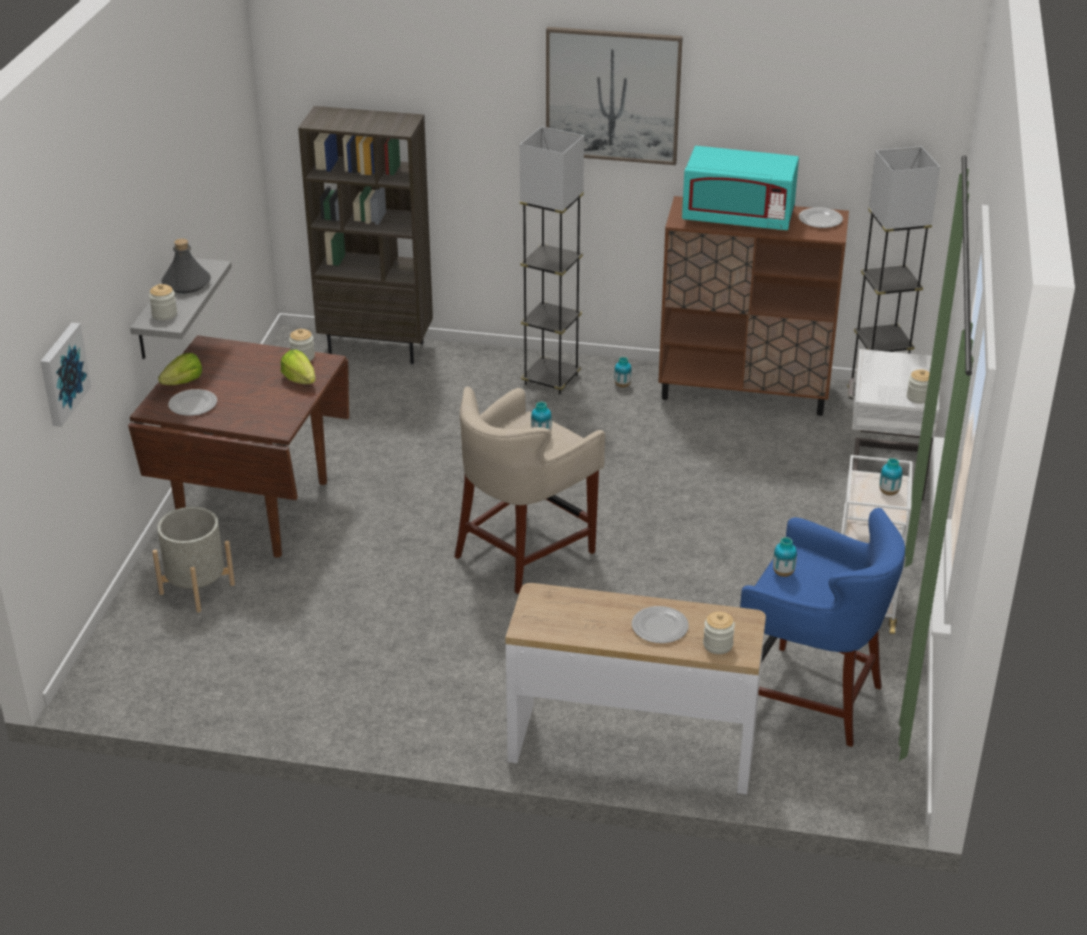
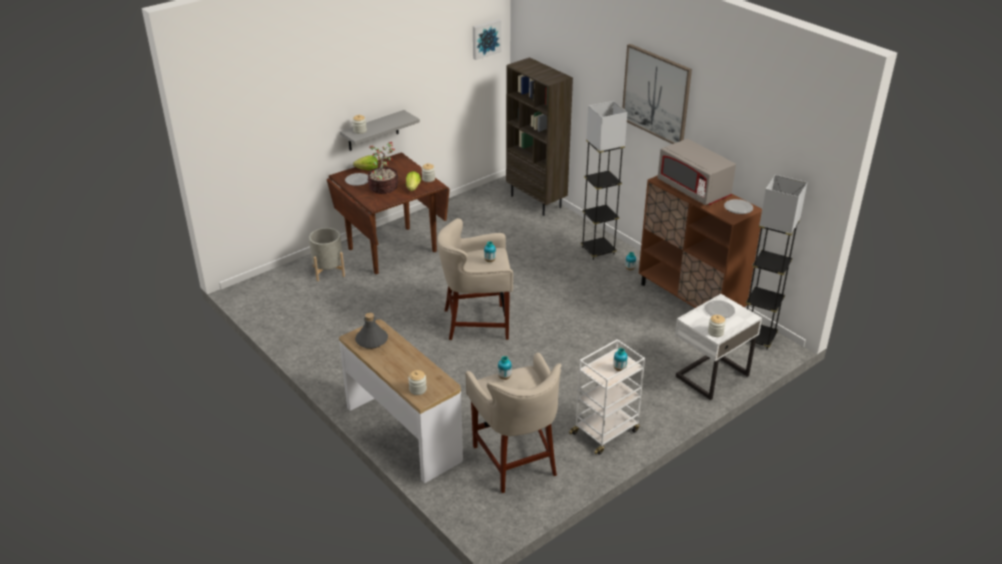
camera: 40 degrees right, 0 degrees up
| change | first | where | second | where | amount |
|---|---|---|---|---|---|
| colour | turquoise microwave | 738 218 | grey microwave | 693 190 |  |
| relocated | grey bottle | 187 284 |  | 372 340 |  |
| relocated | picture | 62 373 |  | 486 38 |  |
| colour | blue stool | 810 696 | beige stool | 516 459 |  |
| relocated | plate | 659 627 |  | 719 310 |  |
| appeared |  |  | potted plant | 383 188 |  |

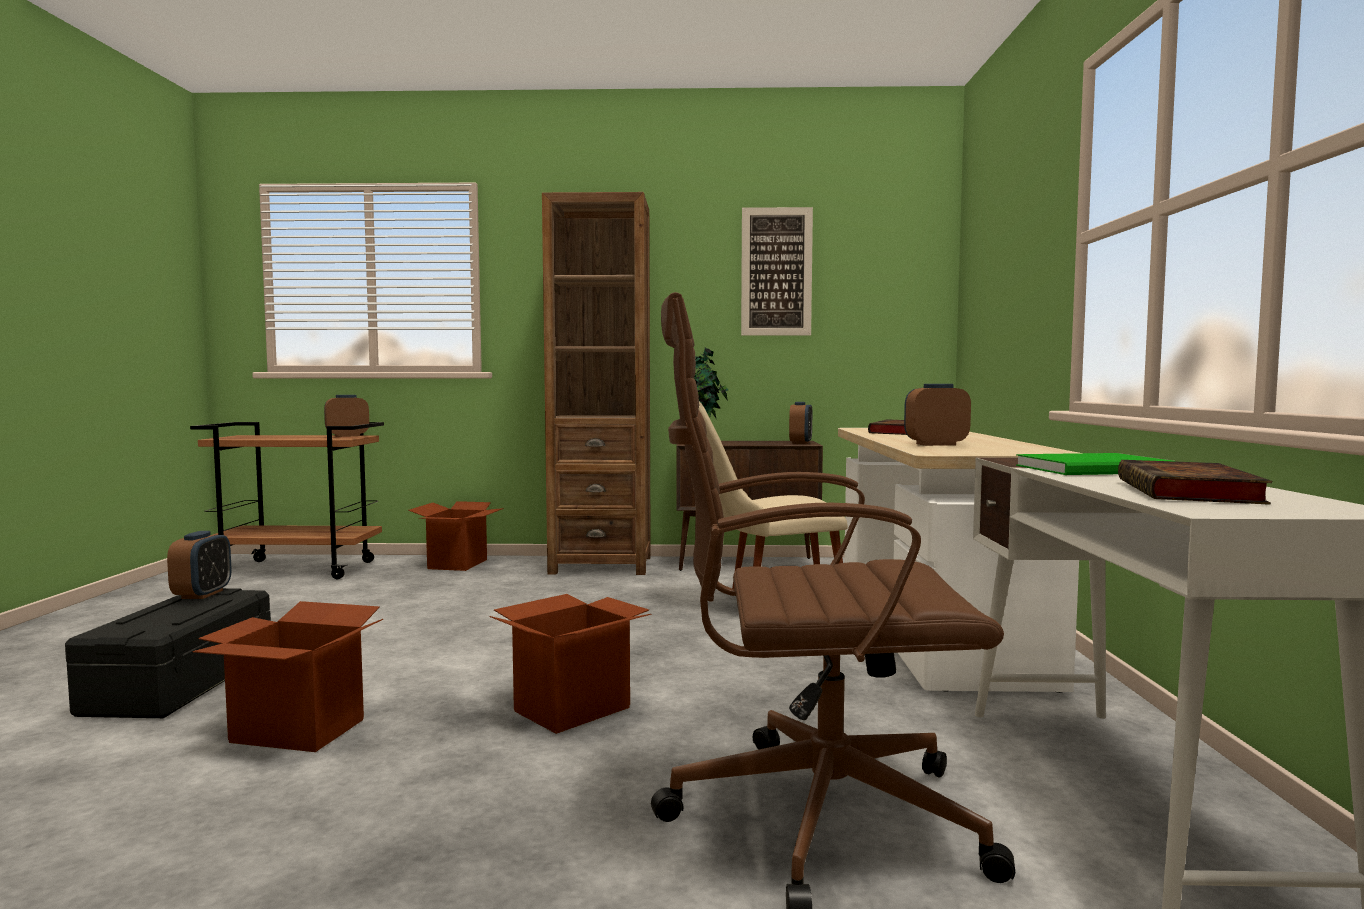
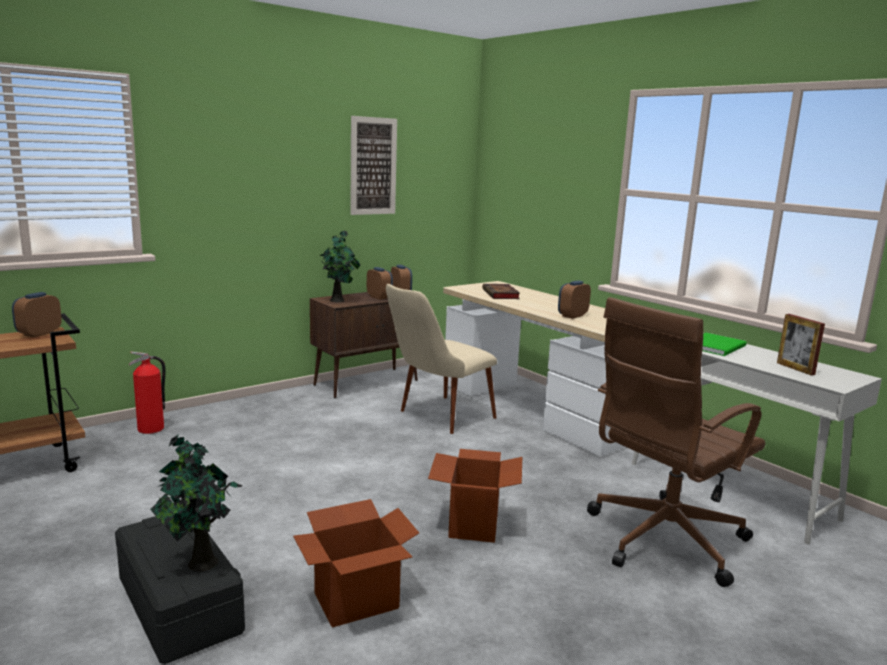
camera: 40 degrees left, 10 degrees up
| change | first | where | second | where | amount |
|---|---|---|---|---|---|
| missing | brown bookcase | 601 565 |  |  |  |
| exchanged | book | 1190 493 | picture frame | 795 368 |  |
| exchanged | cardboard box | 457 564 | fire extinguisher | 151 429 |  |
| relocated | alarm clock | 202 594 |  | 379 297 |  |
| appeared |  |  | potted plant | 200 564 |  |

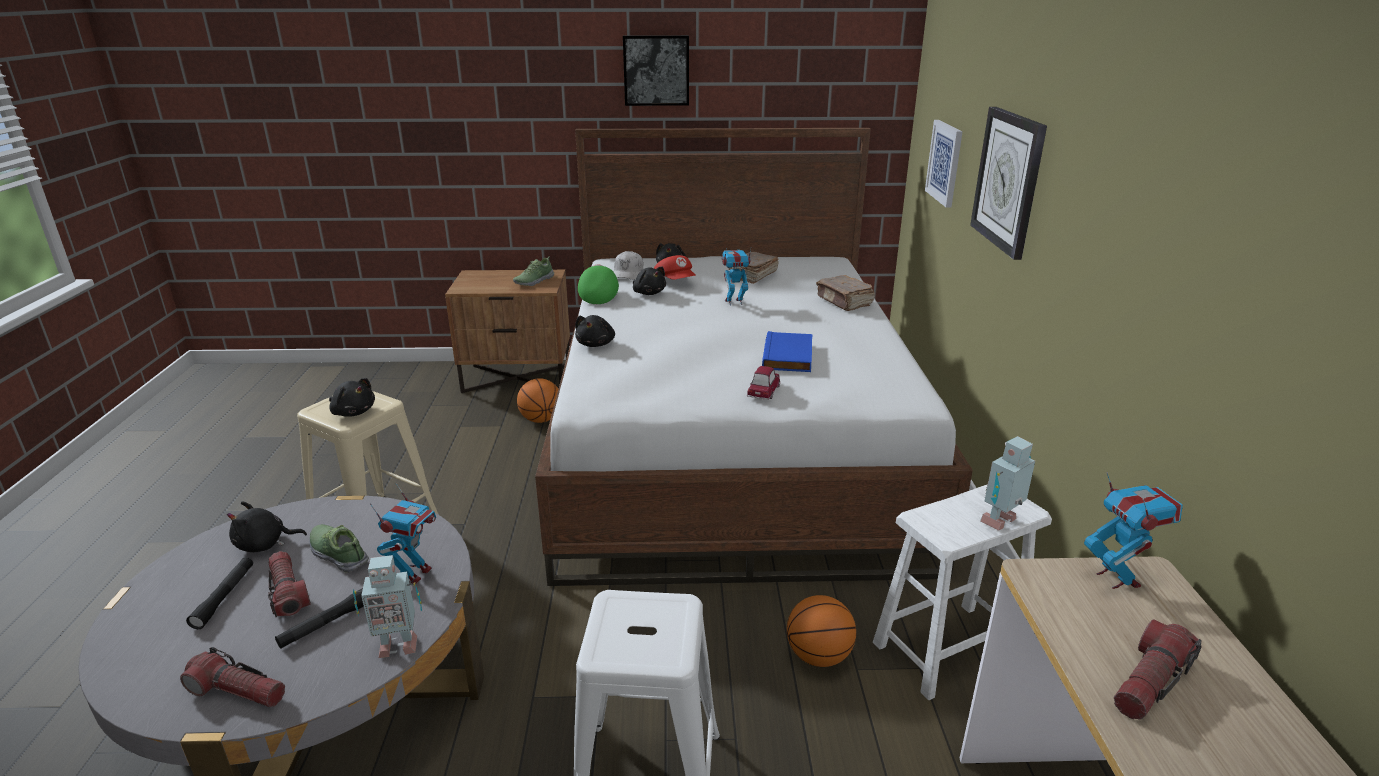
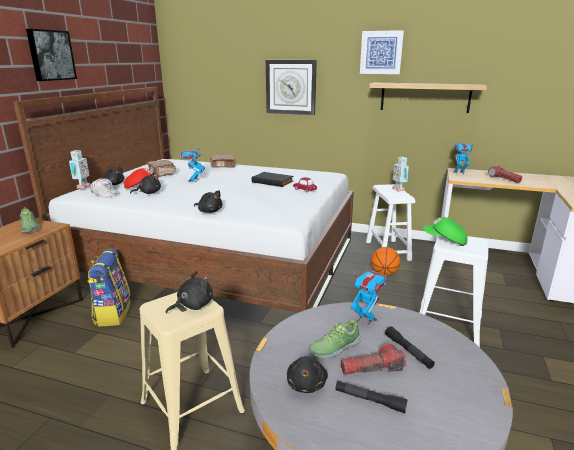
camera: 70 degrees left, 5 degrees down
| change | first | where | second | where | amount |
|---|---|---|---|---|---|
| relocated | picture | 945 162 |  | 381 52 |  |
| relocated | green cap | 598 295 |  | 445 240 |  |
| colour | blue book | 789 356 | black book | 273 181 |  |
| exchanged | basketball | 541 419 | backpack | 112 314 |  |
| relocated | toy robot | 397 645 |  | 82 187 |  |
| missing | flashlight | 238 691 |  |  |  |
| appeared |  |  | shelf | 425 97 |  |

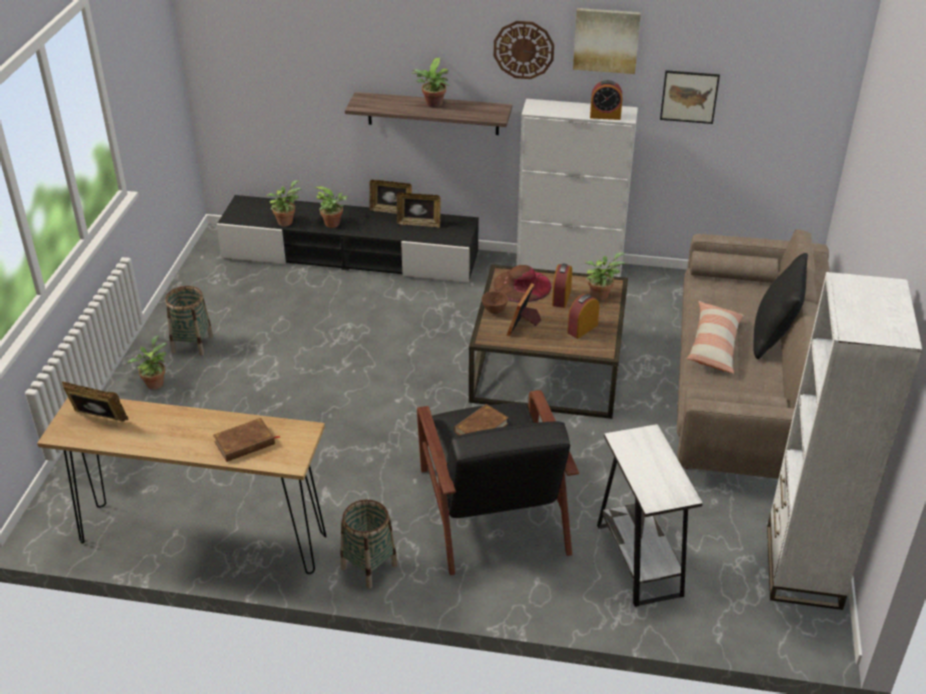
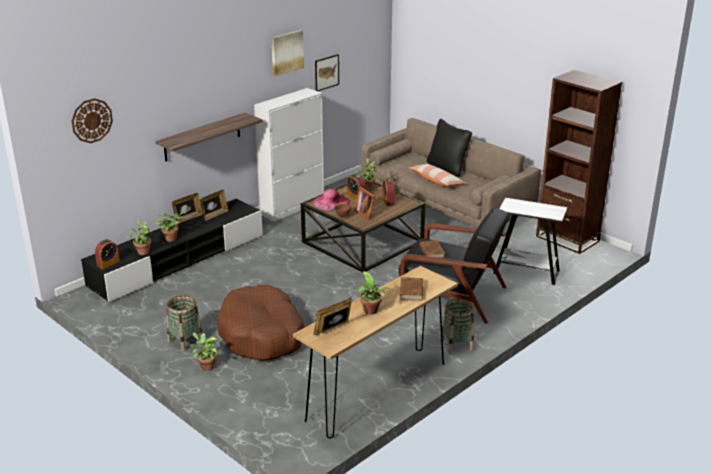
camera: 55 degrees left, 10 degrees down
| change | first | where | second | where | amount |
|---|---|---|---|---|---|
| relocated | wall clock | 523 49 |  | 91 120 |  |
| relocated | potted plant | 433 105 |  | 371 312 |  |
| relocated | alarm clock | 605 116 |  | 108 264 |  |
| colour | brown hat | 522 285 | pink hat | 331 202 |  |
| colour | white bookcase | 803 566 | brown bookcase | 567 239 |  |
| appeared |  |  | brown dog bed | 262 335 |  |

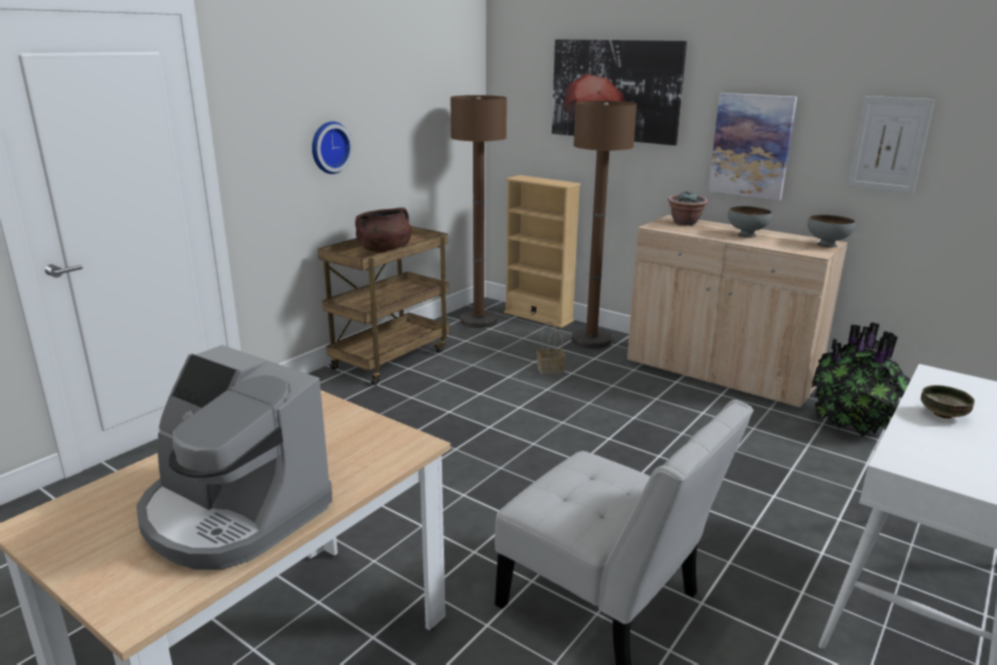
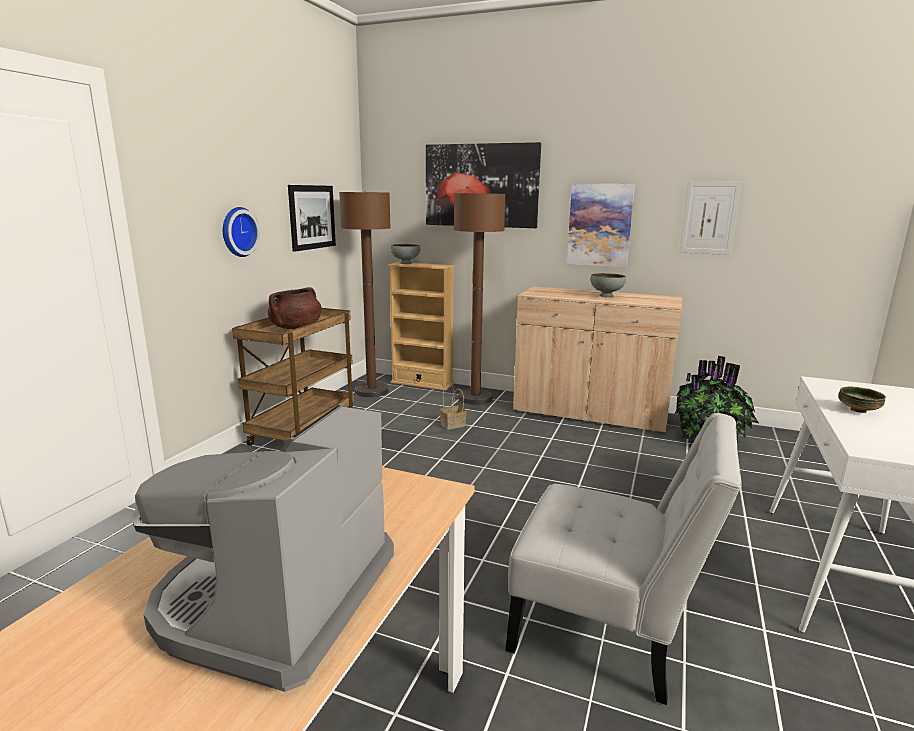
camera: 15 degrees left, 5 degrees down
| change | first | where | second | where | amount |
|---|---|---|---|---|---|
| missing | potted plant | 685 223 |  |  |  |
| relocated | grey bowl | 826 245 |  | 405 263 |  |
| spun | coffee machine | 233 513 |  | 275 600 | 90 degrees clockwise |
| appeared |  |  | picture | 312 217 |  |

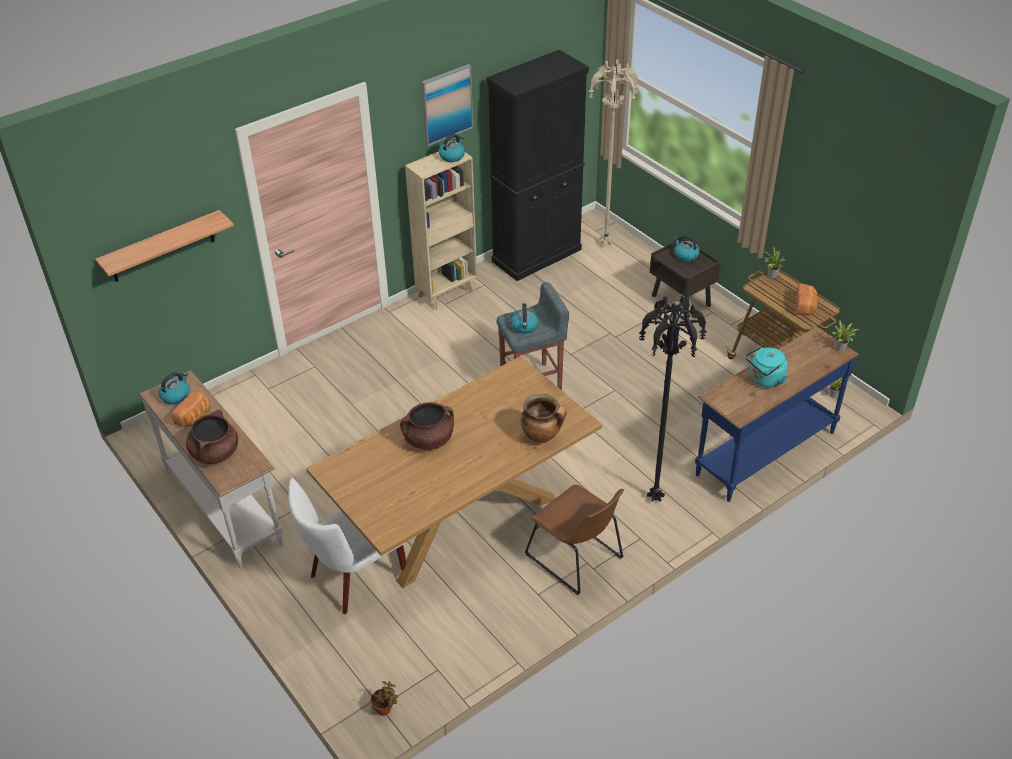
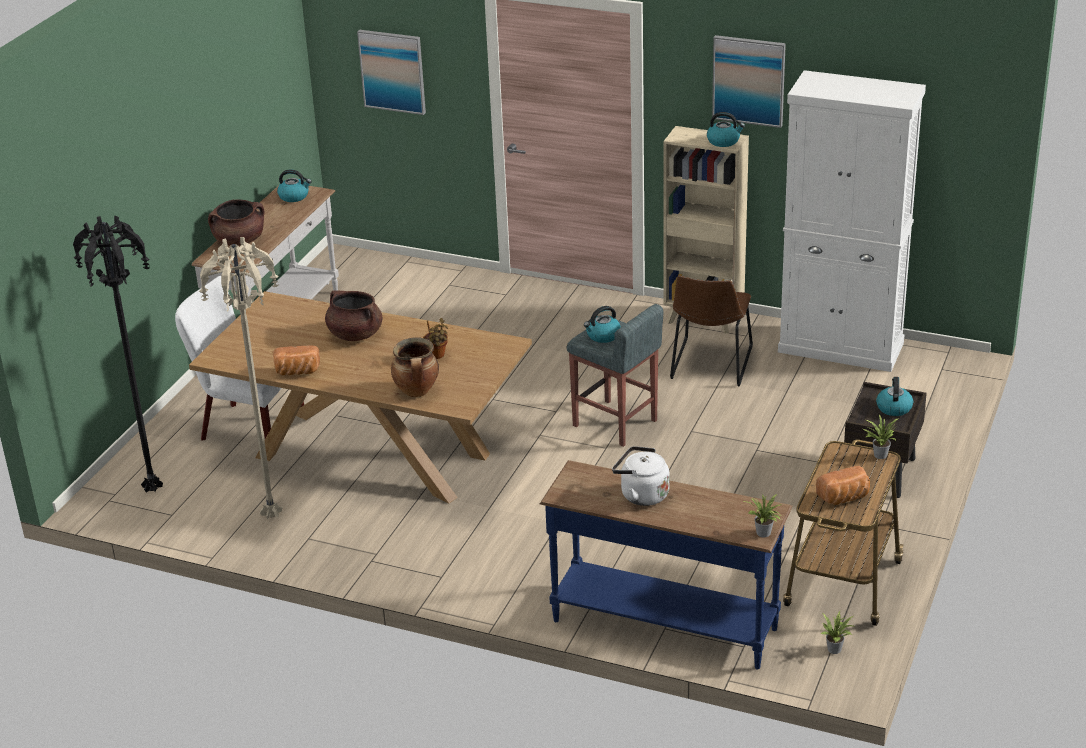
camera: 60 degrees right, 10 degrees down
| change | first | where | second | where | amount |
|---|---|---|---|---|---|
| colour | black cabinet | 537 255 | white cabinet | 841 347 |  |
| relocated | beige floor lamp | 605 243 |  | 274 516 |  |
| exchanged | shelf | 162 247 | picture | 392 71 |  |
| relocated | black floor lamp | 654 497 |  | 154 489 |  |
| colour | turquoise kettle | 764 380 | white kettle | 641 495 |  |
| relocated | bread | 195 417 |  | 297 372 |  |
| relocated | brown chair | 577 559 |  | 710 365 |  |
| relocated | potted plant | 385 709 |  | 437 356 |  |

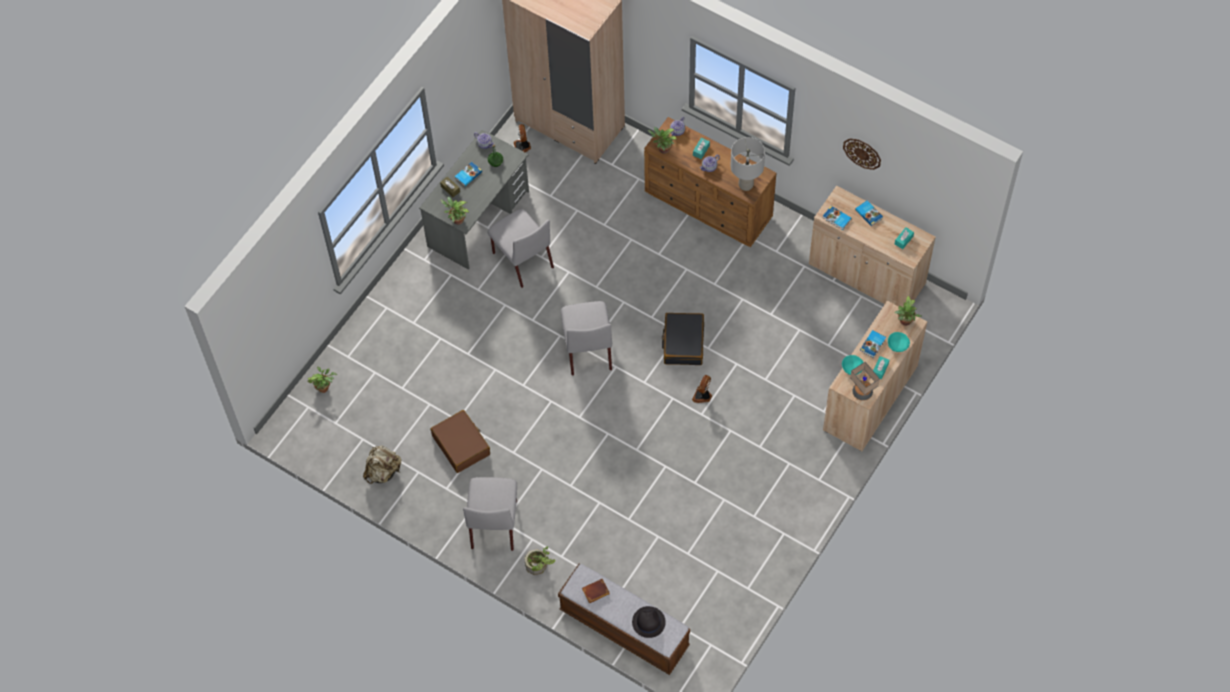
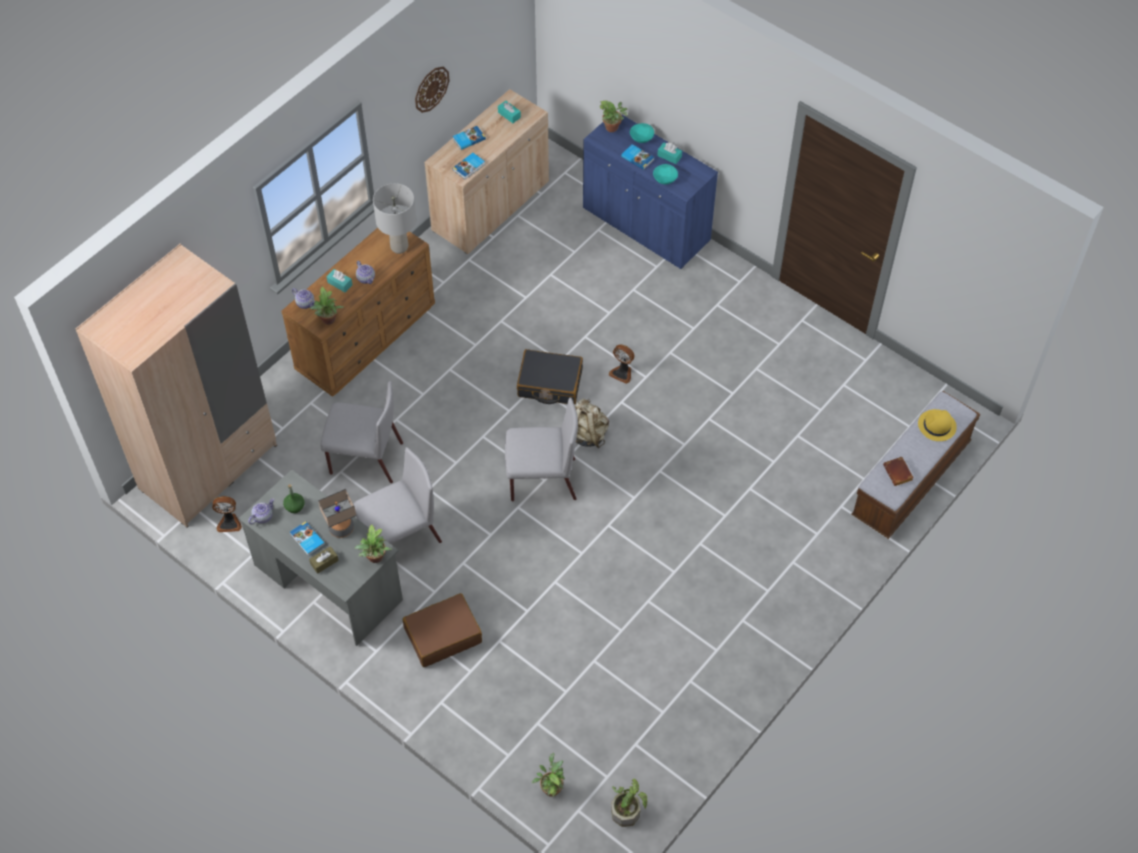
camera: 85 degrees left, 5 degrees down
| change | first | where | second | where | amount |
|---|---|---|---|---|---|
| colour | beige cabinet | 870 398 | blue cabinet | 646 225 |  |
| relocated | table lamp | 862 392 |  | 341 528 |  |
| relocated | brown suitcase | 461 445 |  | 443 635 |  |
| relocated | beige backpack | 383 471 |  | 587 434 |  |
| relocated | grey chair | 494 523 |  | 365 458 |  |
| relocated | potted plant | 539 566 |  | 627 809 |  |
| colour | black hat | 648 622 | yellow hat | 936 426 |  |

